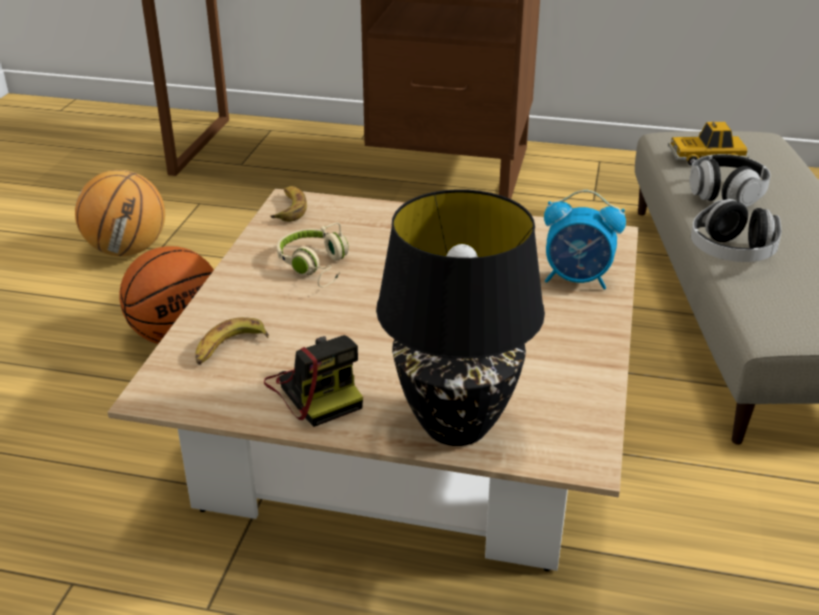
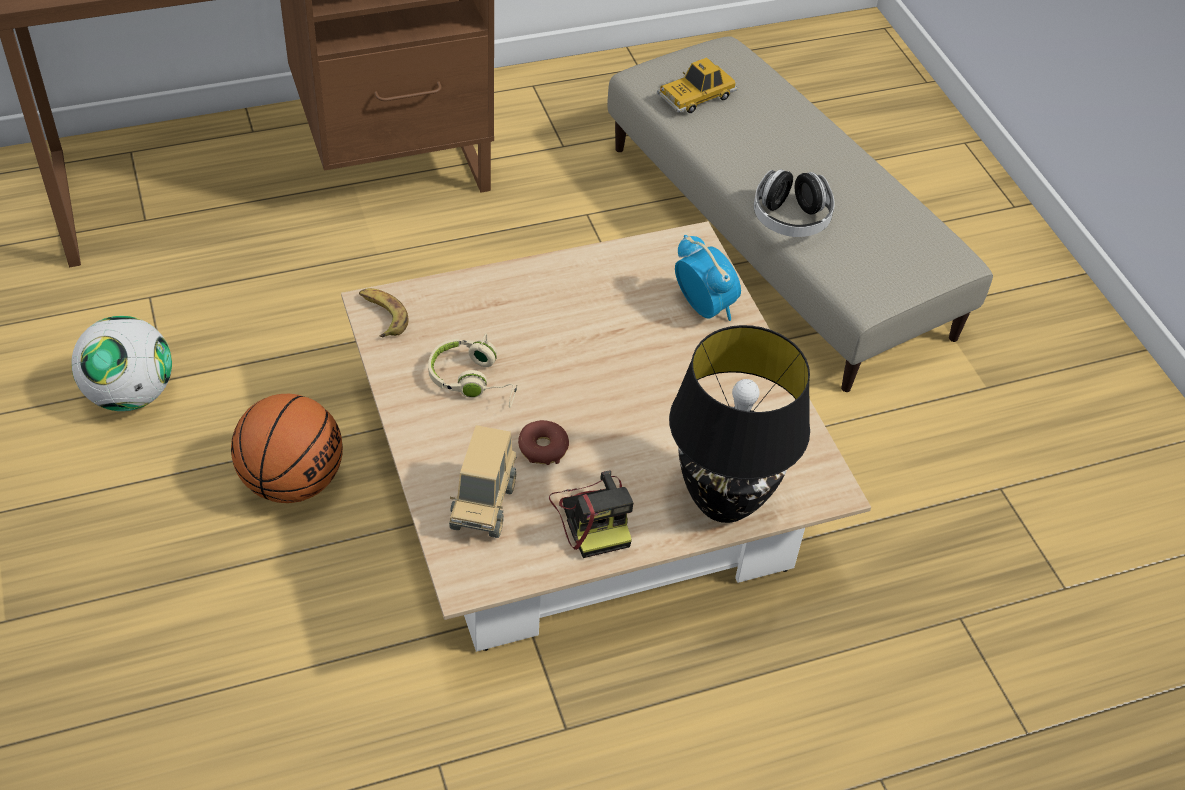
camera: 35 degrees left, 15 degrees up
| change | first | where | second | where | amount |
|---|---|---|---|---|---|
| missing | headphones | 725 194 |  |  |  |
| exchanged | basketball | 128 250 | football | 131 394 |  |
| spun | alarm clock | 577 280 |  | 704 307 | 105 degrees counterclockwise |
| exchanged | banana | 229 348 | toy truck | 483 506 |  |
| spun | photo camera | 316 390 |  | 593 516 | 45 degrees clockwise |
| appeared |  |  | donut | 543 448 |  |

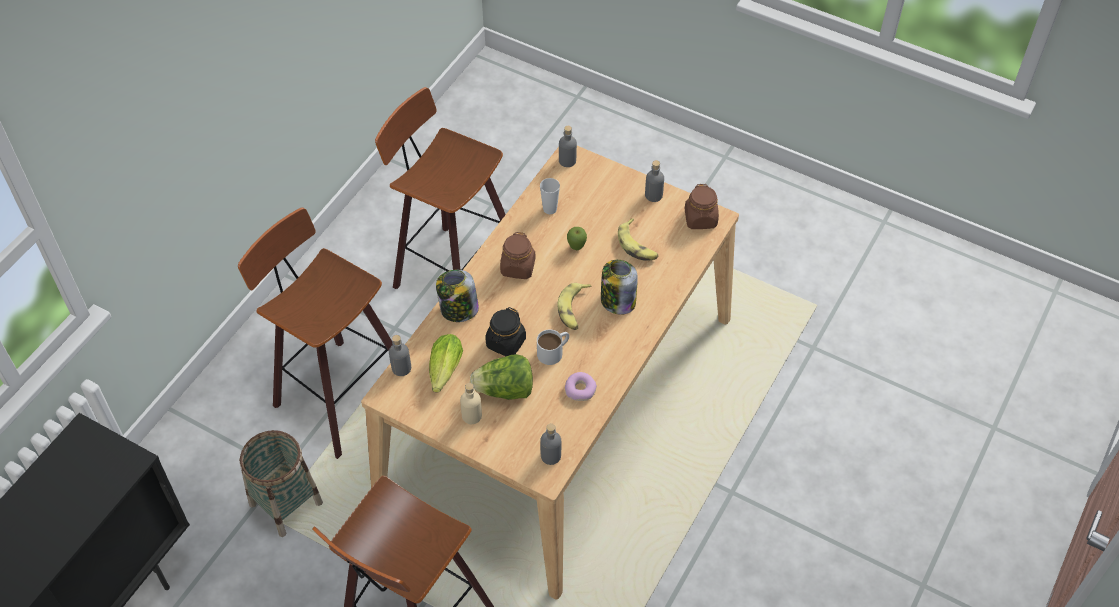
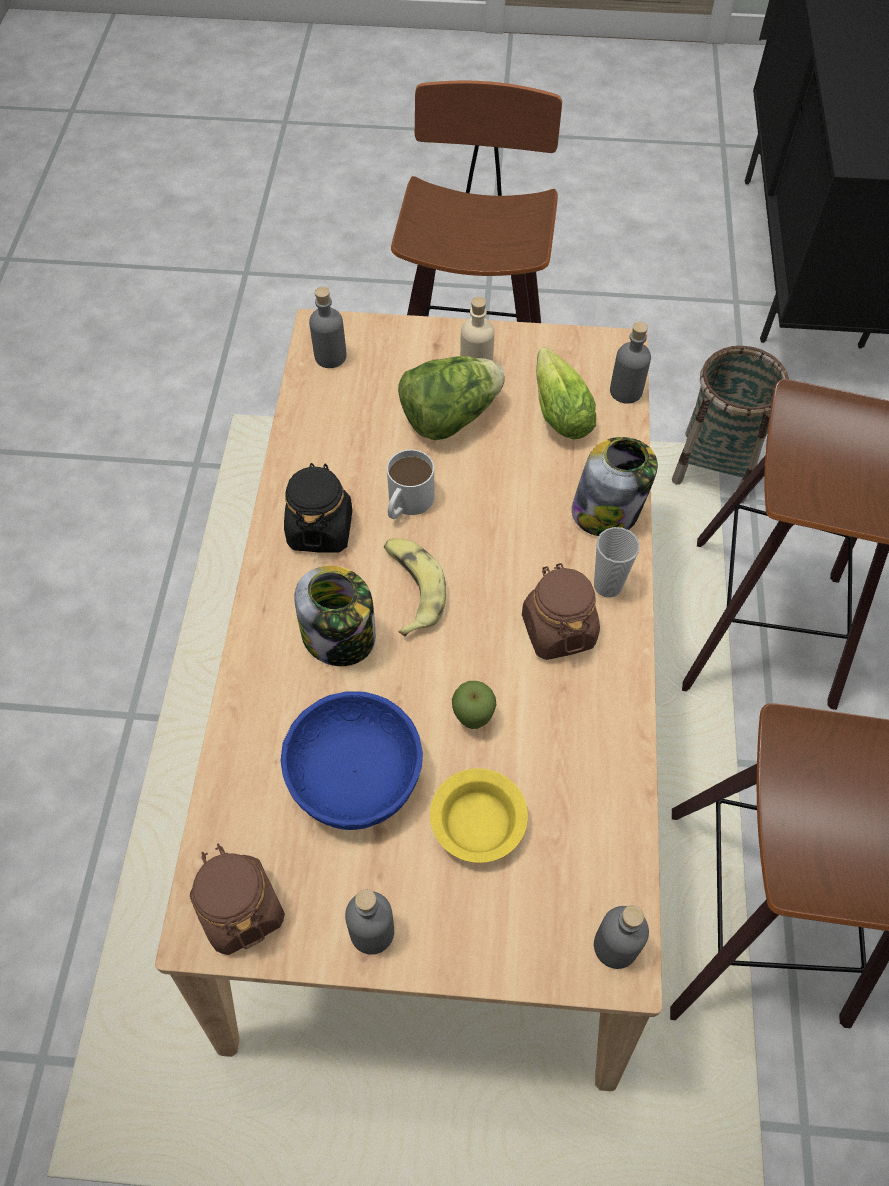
camera: 155 degrees right, 5 degrees up
| change | first | where | second | where | amount |
|---|---|---|---|---|---|
| relocated | cup | 550 209 |  | 607 585 |  |
| exchanged | banana | 637 245 | blue bowl | 353 776 |  |
| relocated | black jar | 506 343 |  | 320 529 |  |
| missing | donut | 580 390 |  |  |  |
| appeared |  |  | yellow bowl | 475 823 |  |

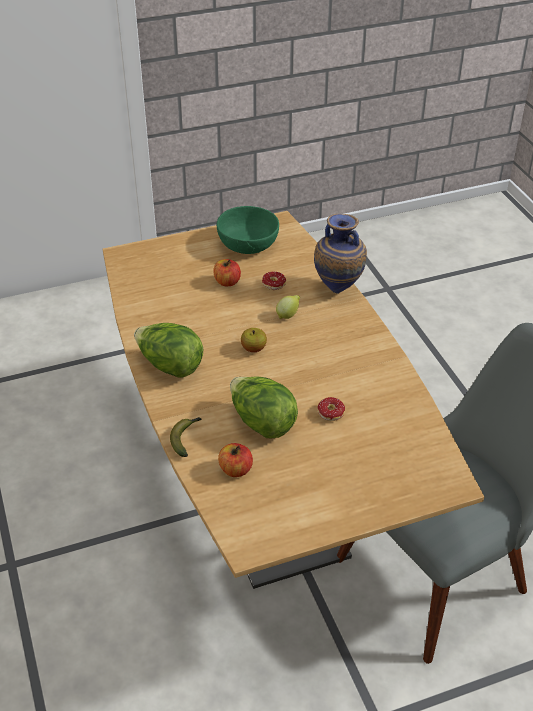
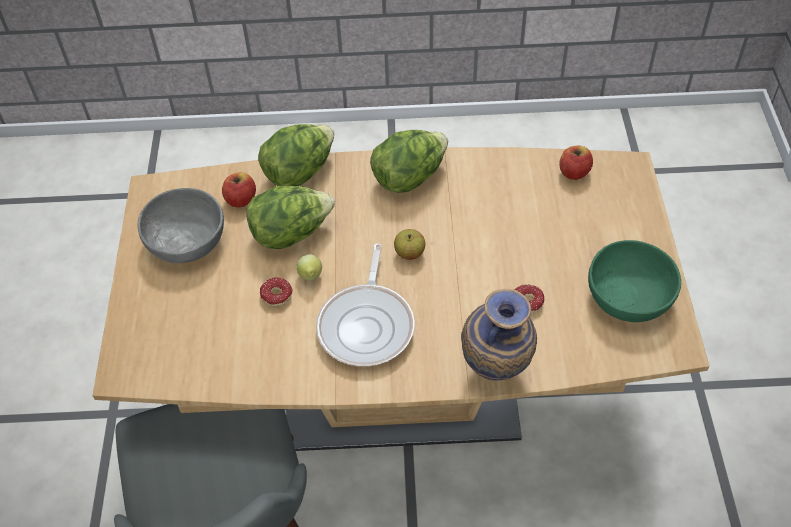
camera: 110 degrees right, 10 degrees up
| change | first | where | second | where | amount |
|---|---|---|---|---|---|
| relocated | apple | 227 282 |  | 574 172 |  |
| relocated | lemon | 288 315 |  | 311 277 |  |
| exchanged | banana | 186 438 | lettuce | 300 172 |  |
| appeared |  |  | grey bowl | 187 241 |  |
| appeared |  |  | frying pan | 367 325 |  |

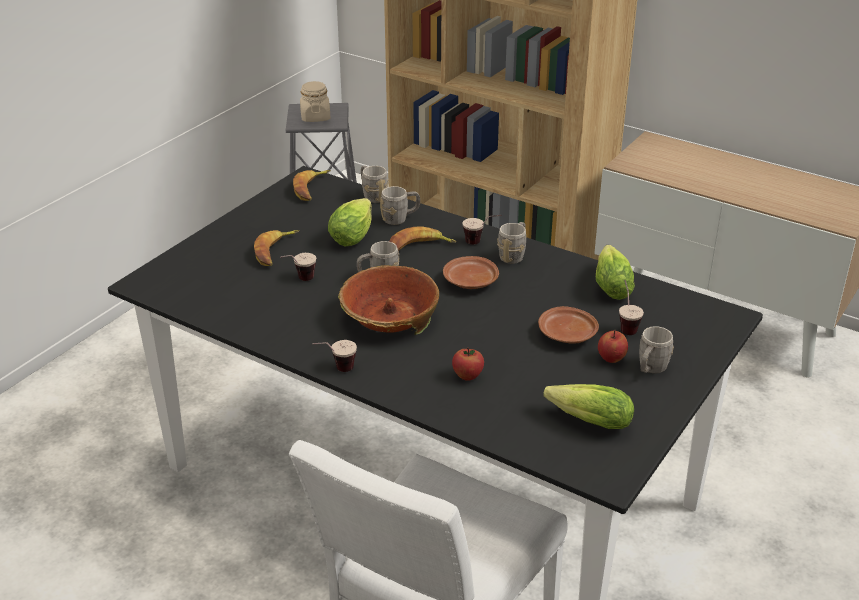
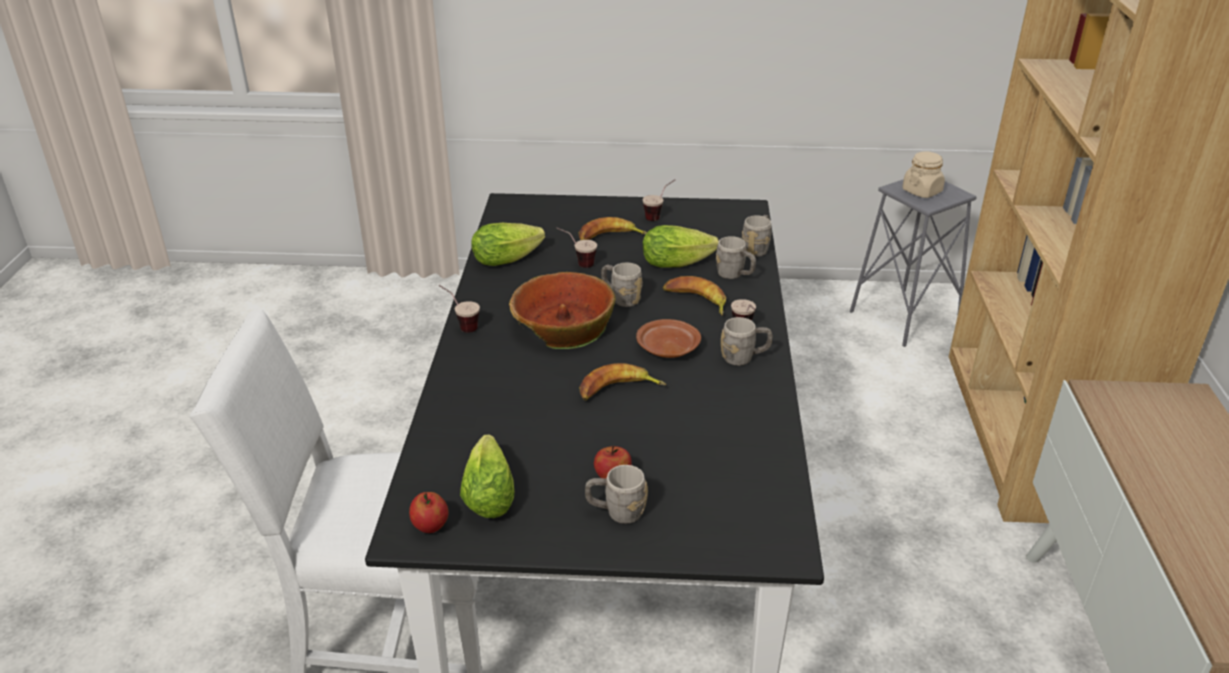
camera: 60 degrees right, 0 degrees up
| change | first | where | second | where | amount |
|---|---|---|---|---|---|
| relocated | banana | 311 189 |  | 618 390 |  |
| relocated | lettuce | 611 284 |  | 510 257 |  |
| relocated | cup | 626 325 |  | 659 215 |  |
| missing | brown plate | 567 335 |  |  |  |
| relocated | apple | 467 376 |  | 430 526 |  |

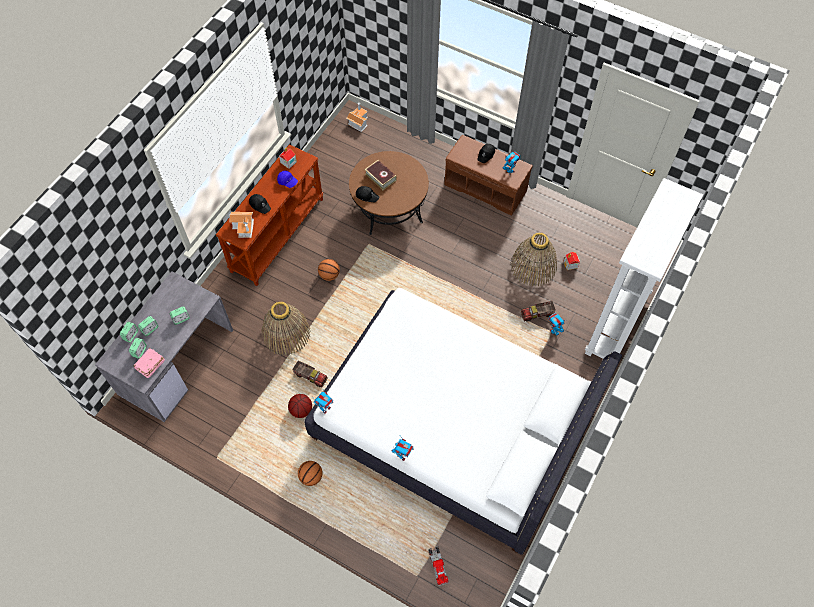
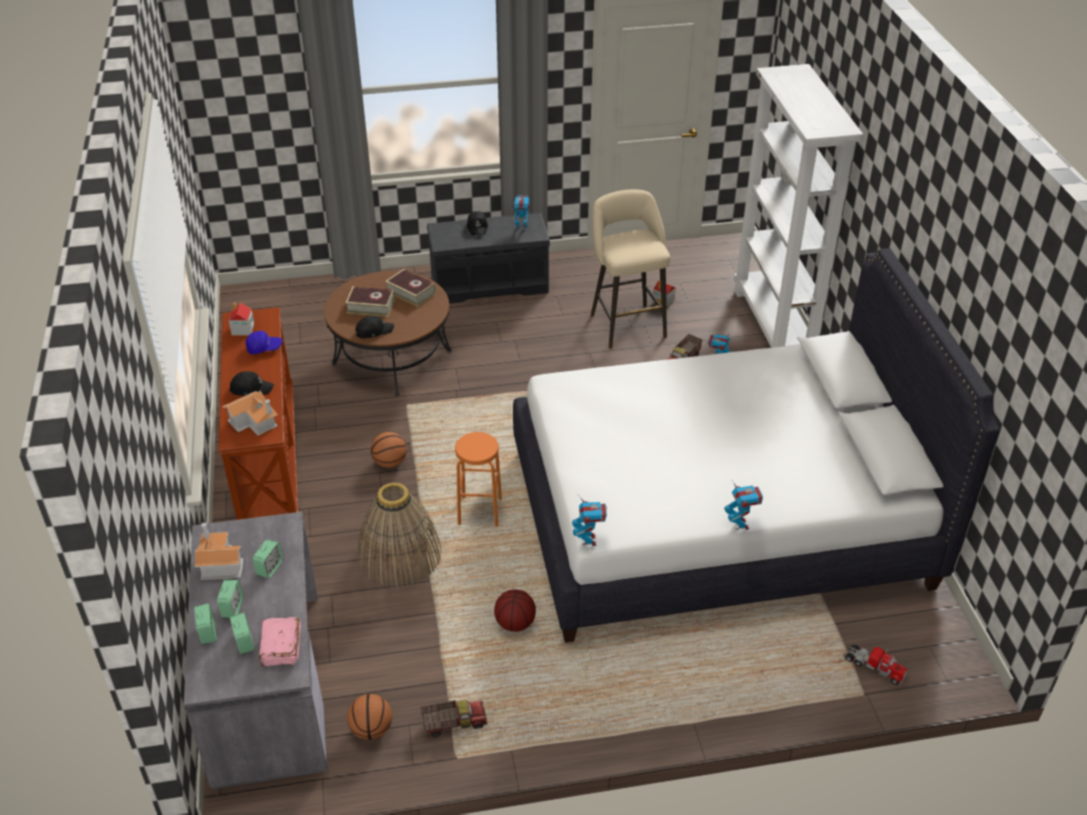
camera: 40 degrees left, 20 degrees down
| change | first | where | second | where | amount |
|---|---|---|---|---|---|
| relocated | toy house | 358 121 |  | 219 563 |  |
| colour | brown bench | 486 187 | grey bench | 490 283 |  |
| exchanged | basket | 533 266 | beige stool | 626 323 |  |
| relocated | toy truck | 310 376 |  | 454 723 |  |
| relocated | basketball | 311 477 |  | 371 729 |  |
| appeared |  |  | book | 411 292 |  |
| appeared |  |  | orange stool | 479 512 |  |

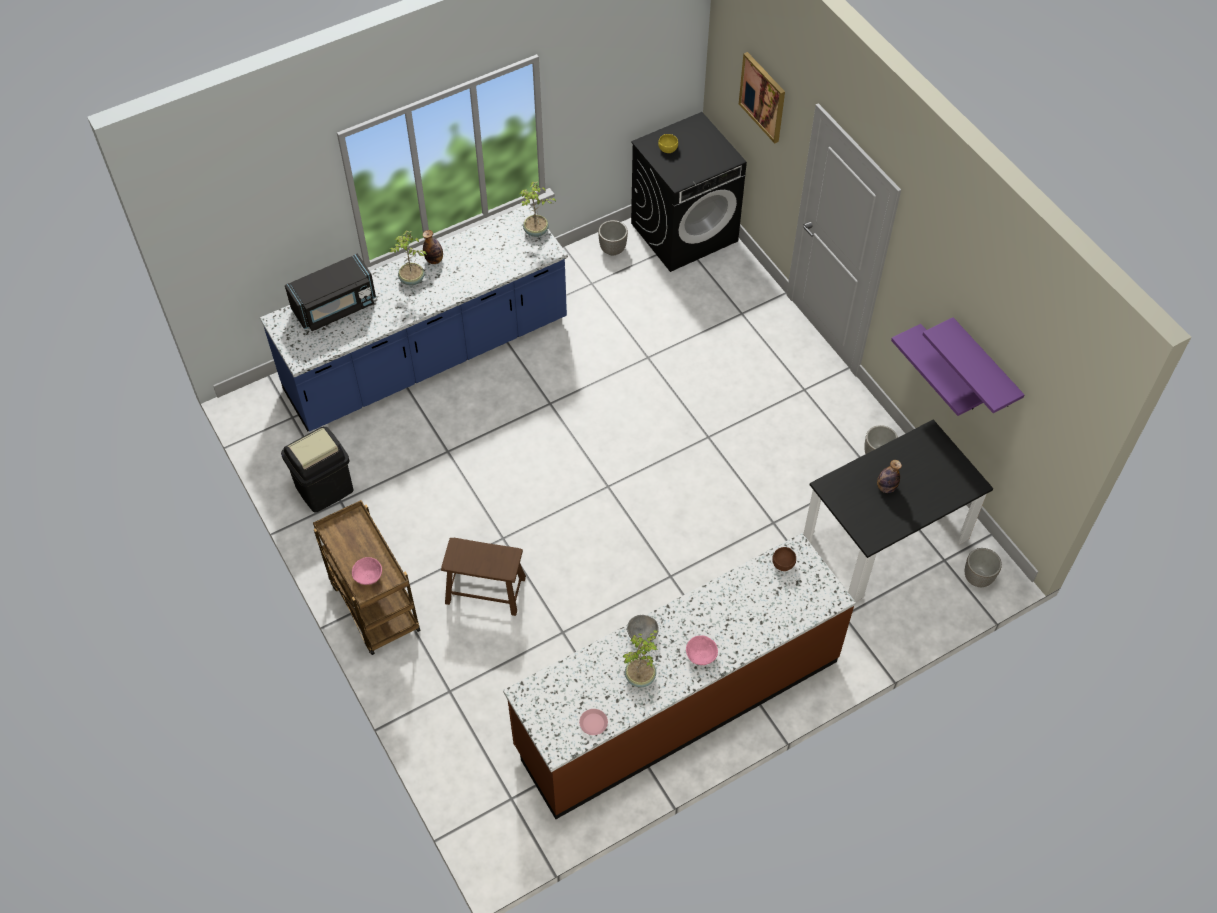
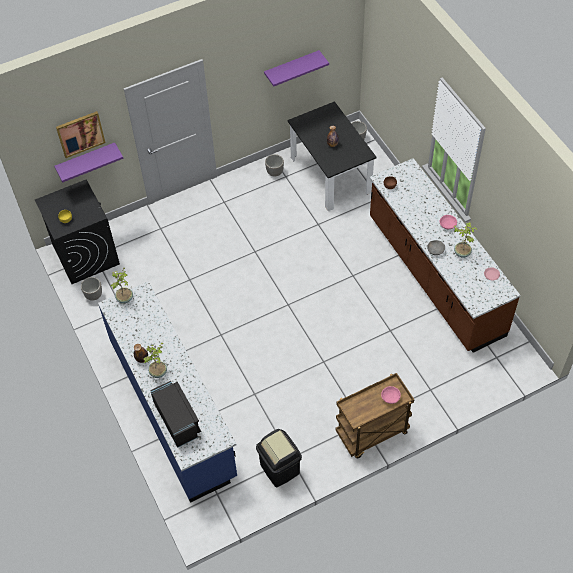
camera: 85 degrees left, 0 degrees up
| change | first | where | second | where | amount |
|---|---|---|---|---|---|
| relocated | purple shelf | 950 370 |  | 86 160 |  |
| missing | brown stool | 485 590 |  |  |  |

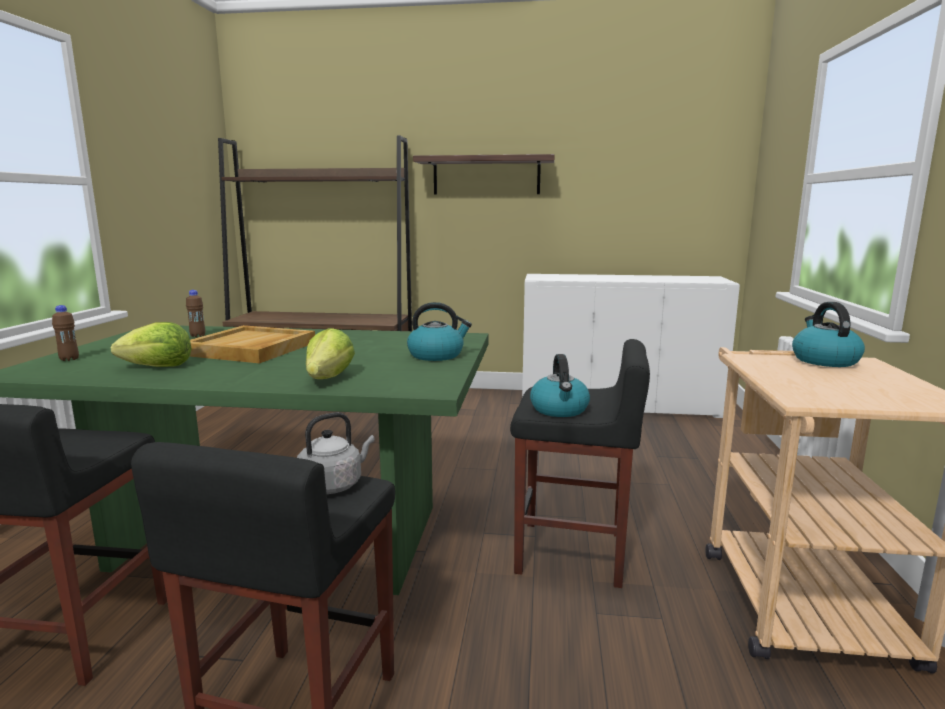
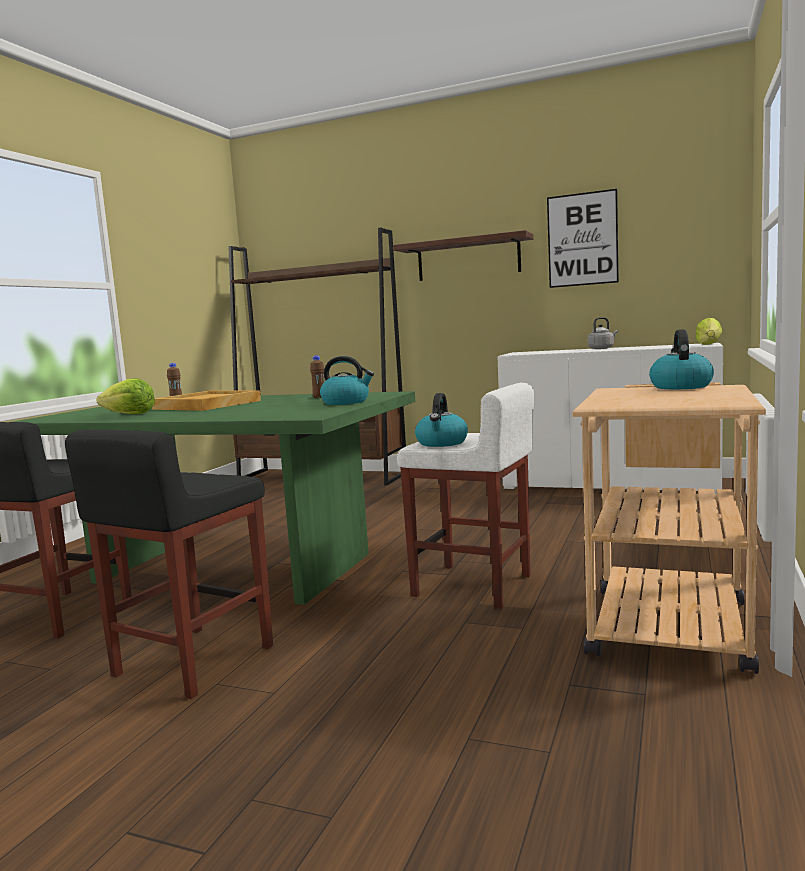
camera: 15 degrees right, 5 degrees down
| change | first | where | second | where | amount |
|---|---|---|---|---|---|
| relocated | brown bottle | 69 359 |  | 319 397 |  |
| relocated | lettuce | 328 378 |  | 709 344 |  |
| colour | black stool | 573 553 | white stool | 474 586 |  |
| relocated | grey kettle | 334 485 |  | 602 348 |  |
| appeared |  |  | picture | 582 239 |  |

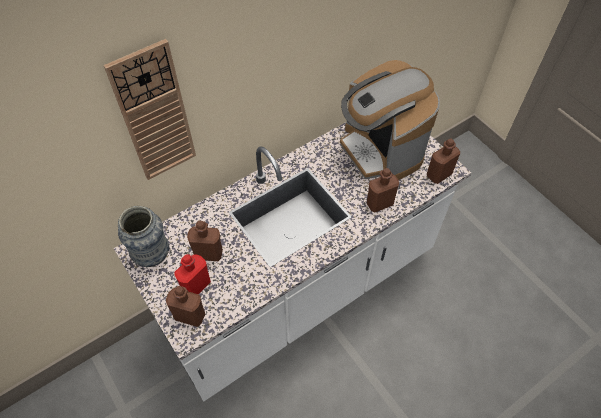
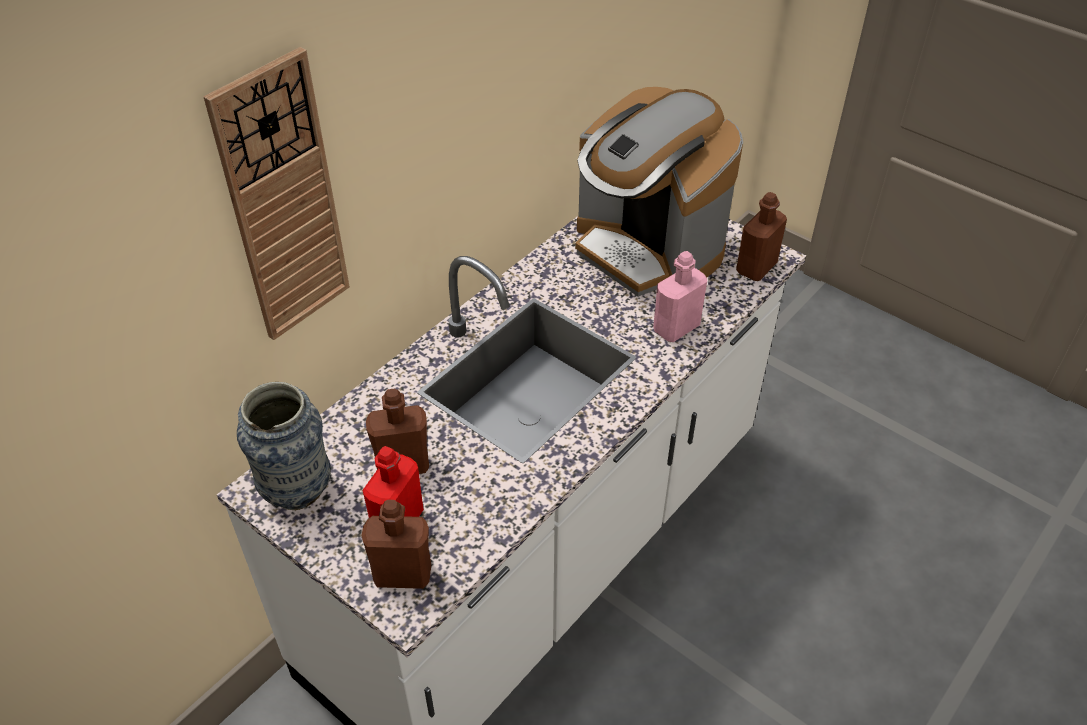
camera: 15 degrees left, 10 degrees down
| change | first | where | second | where | amount |
|---|---|---|---|---|---|
| colour | brown bottle | 379 203 | pink bottle | 676 328 |  |

